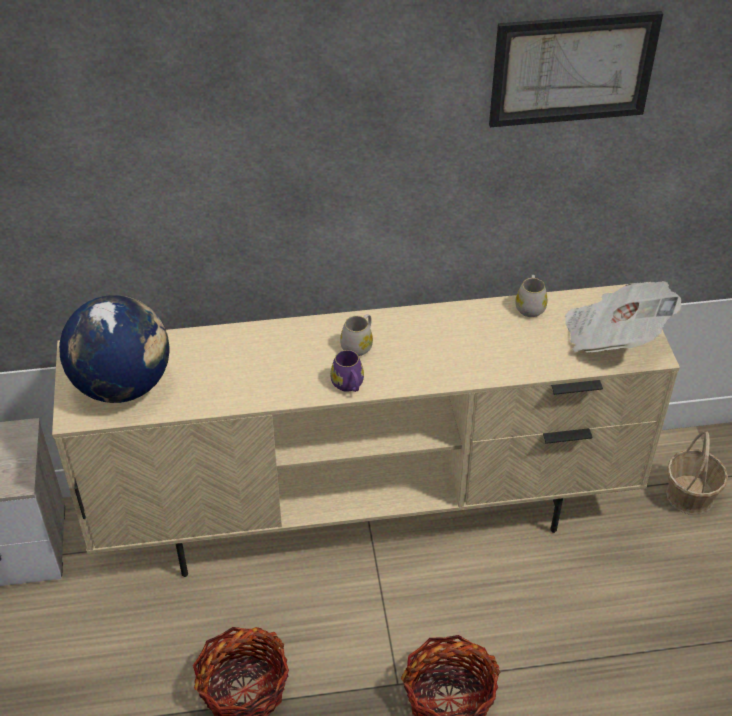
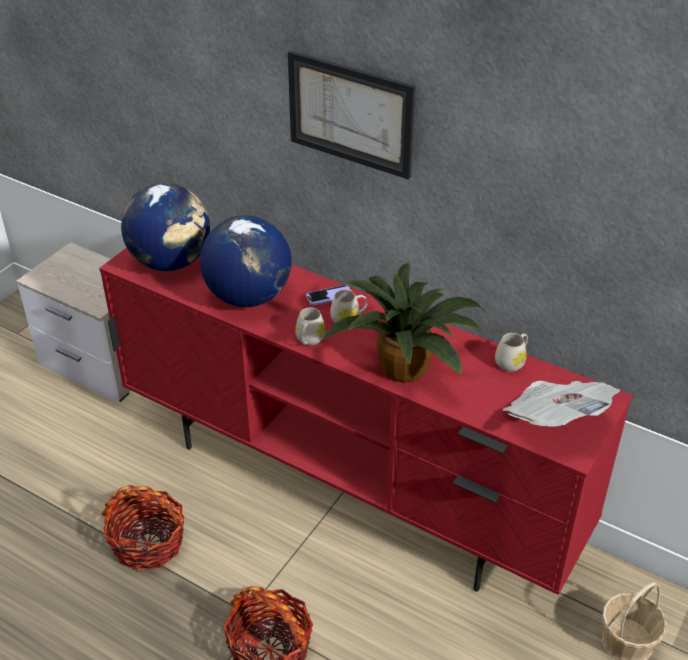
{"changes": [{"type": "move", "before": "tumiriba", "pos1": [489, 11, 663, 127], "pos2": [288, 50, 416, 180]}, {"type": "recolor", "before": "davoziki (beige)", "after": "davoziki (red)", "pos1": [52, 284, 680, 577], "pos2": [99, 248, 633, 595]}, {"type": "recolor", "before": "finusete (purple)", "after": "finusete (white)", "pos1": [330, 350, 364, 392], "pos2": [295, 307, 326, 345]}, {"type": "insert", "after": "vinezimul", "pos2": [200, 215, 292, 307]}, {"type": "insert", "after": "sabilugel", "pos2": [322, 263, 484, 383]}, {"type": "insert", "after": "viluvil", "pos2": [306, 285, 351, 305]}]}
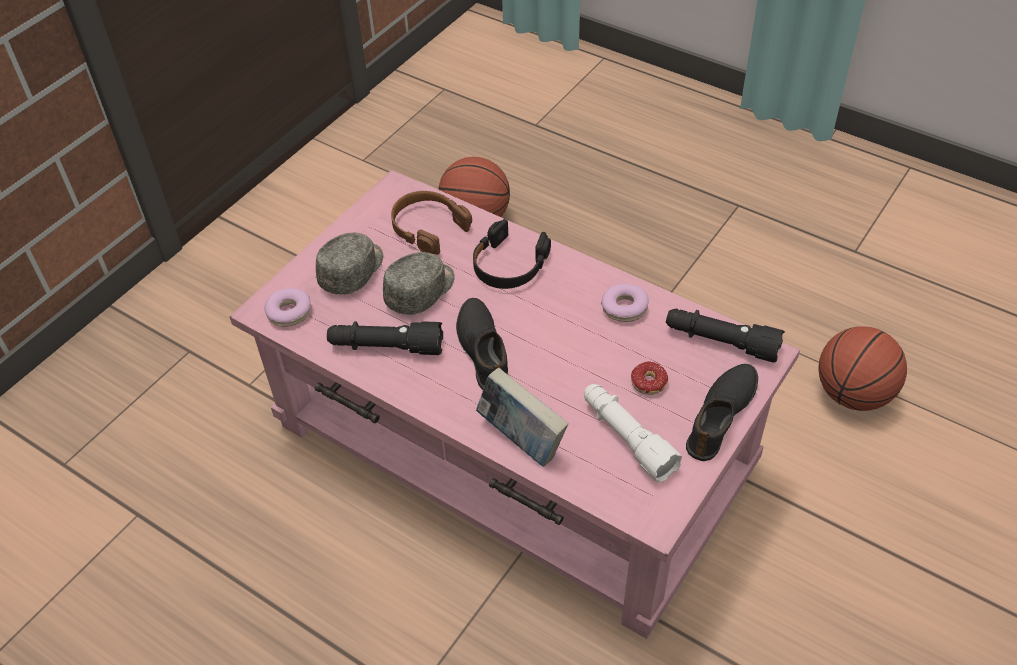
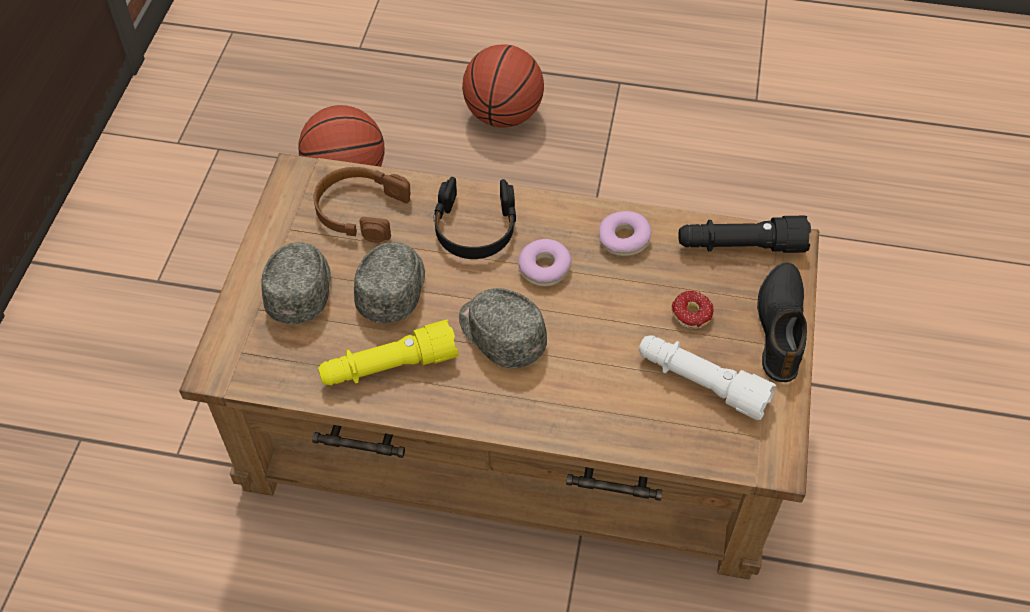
{"changes": [{"type": "recolor", "before": "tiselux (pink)", "after": "tiselux (brown)", "pos1": [230, 170, 800, 639], "pos2": [179, 153, 819, 579]}, {"type": "move", "before": "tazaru", "pos1": [264, 288, 311, 327], "pos2": [518, 239, 572, 287]}, {"type": "replace", "before": "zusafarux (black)", "after": "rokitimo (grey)", "pos1": [456, 298, 508, 390], "pos2": [459, 288, 547, 368]}, {"type": "recolor", "before": "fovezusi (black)", "after": "fovezusi (yellow)", "pos1": [327, 321, 443, 355], "pos2": [318, 320, 458, 385]}, {"type": "move", "before": "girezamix", "pos1": [818, 326, 907, 411], "pos2": [462, 45, 544, 128]}, {"type": "delete", "before": "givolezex", "pos1": [476, 367, 568, 467]}]}
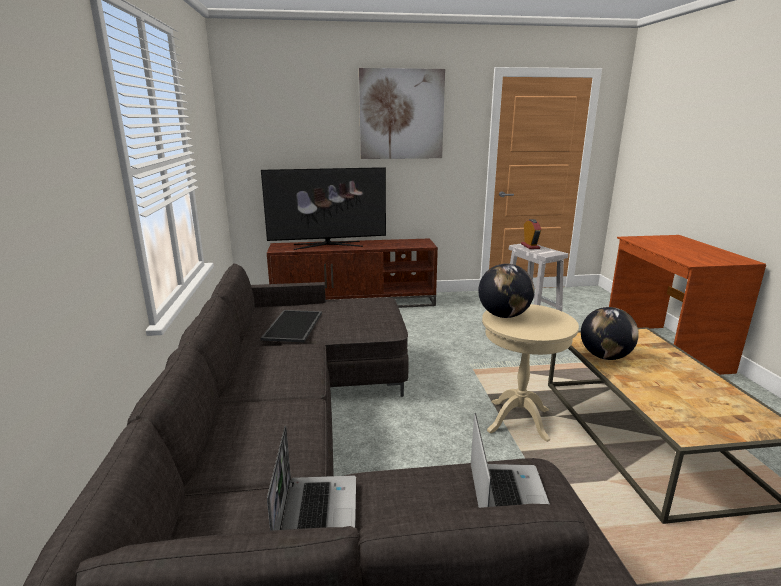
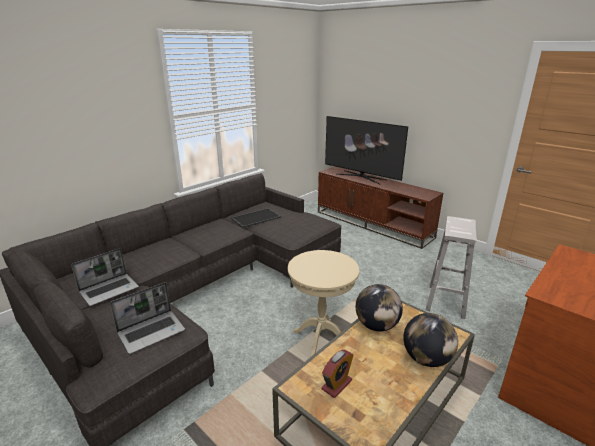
{"changes": [{"type": "delete", "before": "tumiriba", "pos1": [359, 68, 445, 159]}, {"type": "move", "before": "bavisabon", "pos1": [521, 219, 541, 249], "pos2": [321, 350, 353, 398]}, {"type": "move", "before": "vinezimul", "pos1": [478, 264, 534, 318], "pos2": [403, 313, 458, 367]}]}
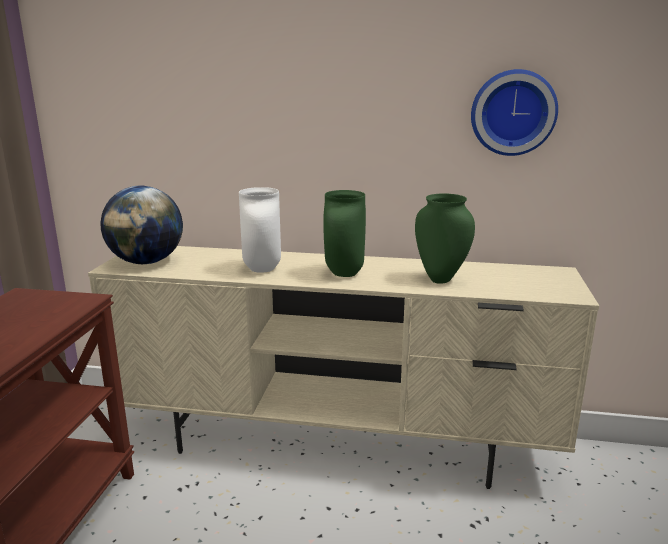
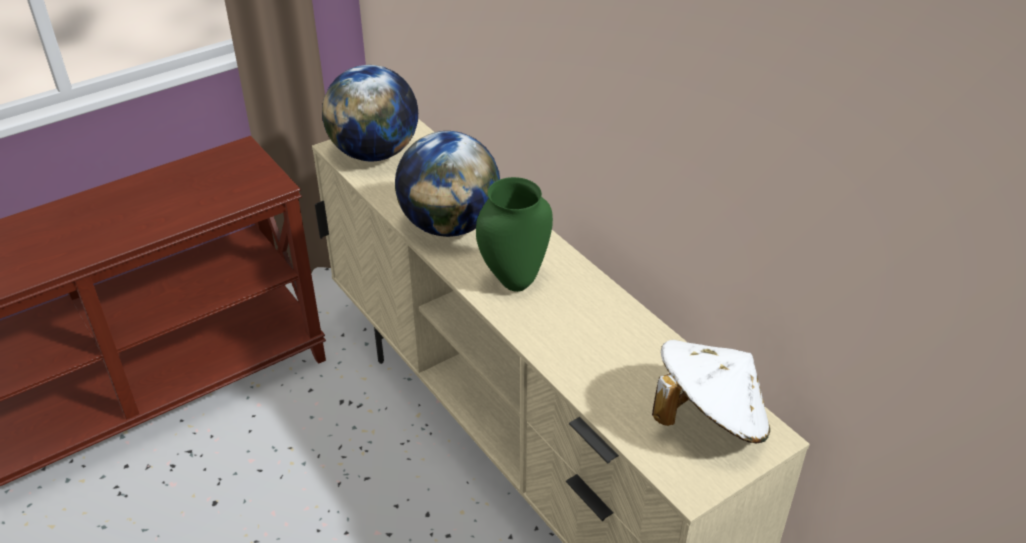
{"changes": [{"type": "delete", "before": "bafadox", "pos1": [471, 69, 558, 156]}, {"type": "replace", "before": "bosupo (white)", "after": "vinezimul", "pos1": [239, 187, 281, 273], "pos2": [395, 131, 500, 237]}, {"type": "delete", "before": "bosupo (green)", "pos1": [415, 193, 475, 284]}, {"type": "insert", "after": "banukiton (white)", "pos2": [652, 340, 770, 443]}]}
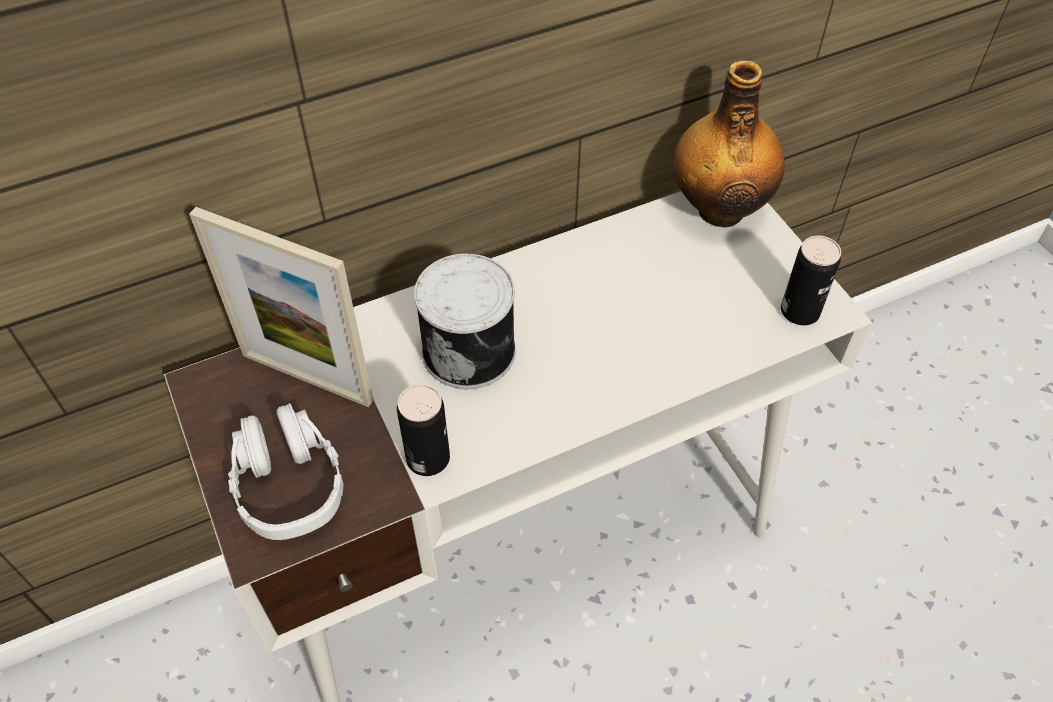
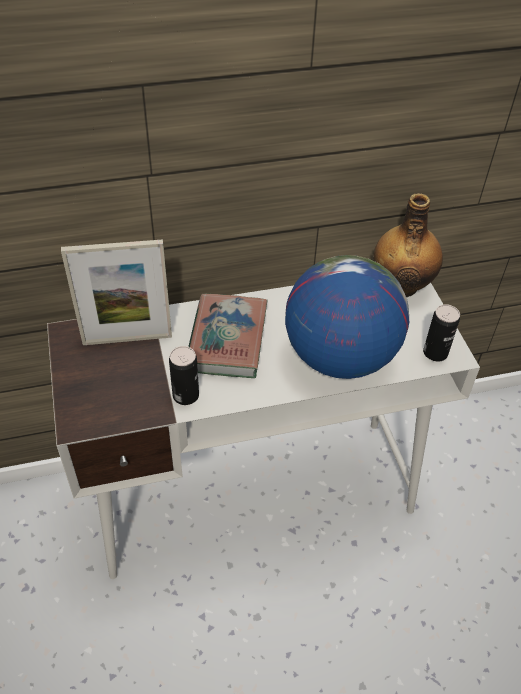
{"changes": [{"type": "rotate", "before": "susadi", "pos1": [189, 207, 373, 407], "pos2": [61, 239, 172, 345], "turn": -45}, {"type": "replace", "before": "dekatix", "after": "givolezex", "pos1": [414, 253, 516, 389], "pos2": [188, 294, 267, 378]}, {"type": "delete", "before": "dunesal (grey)", "pos1": [228, 403, 343, 540]}, {"type": "insert", "after": "vinezimul", "pos2": [285, 255, 409, 379]}]}
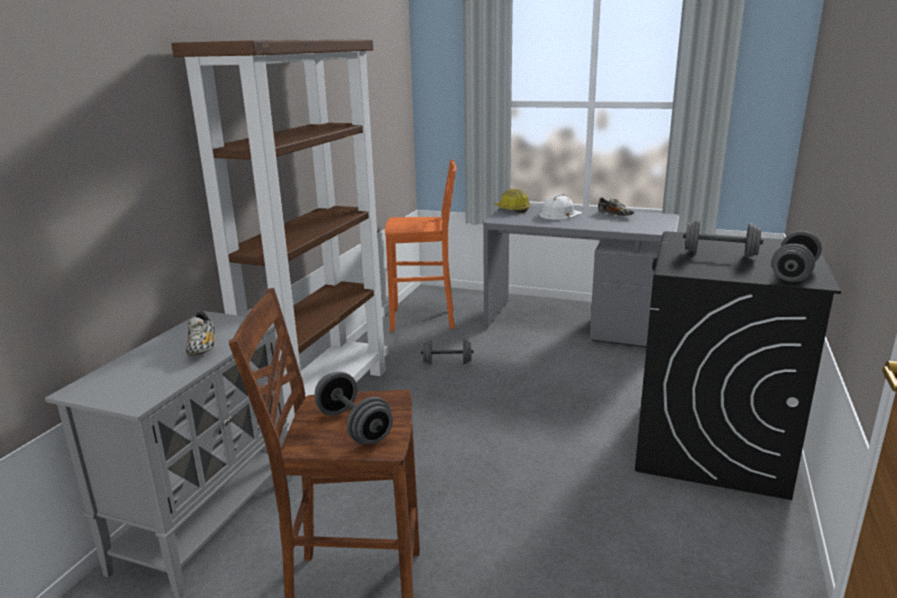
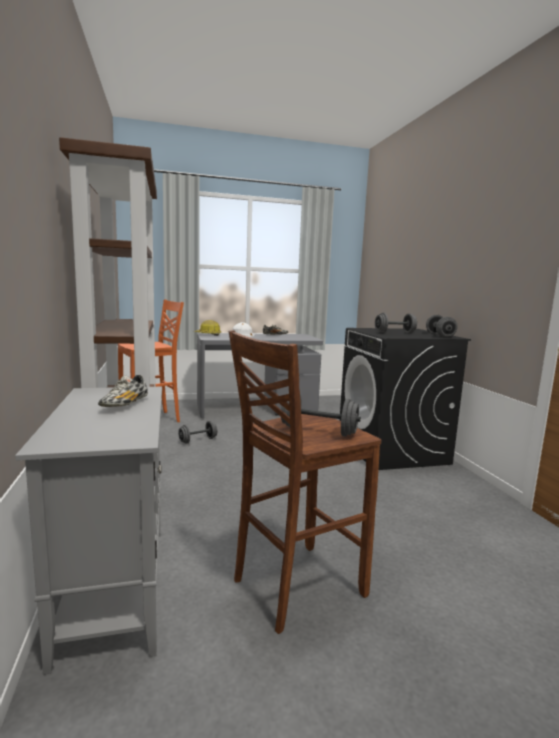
{"changes": [{"type": "rotate", "before": "zusafarux", "pos1": [186, 312, 215, 356], "pos2": [98, 375, 148, 407], "turn": 60}]}
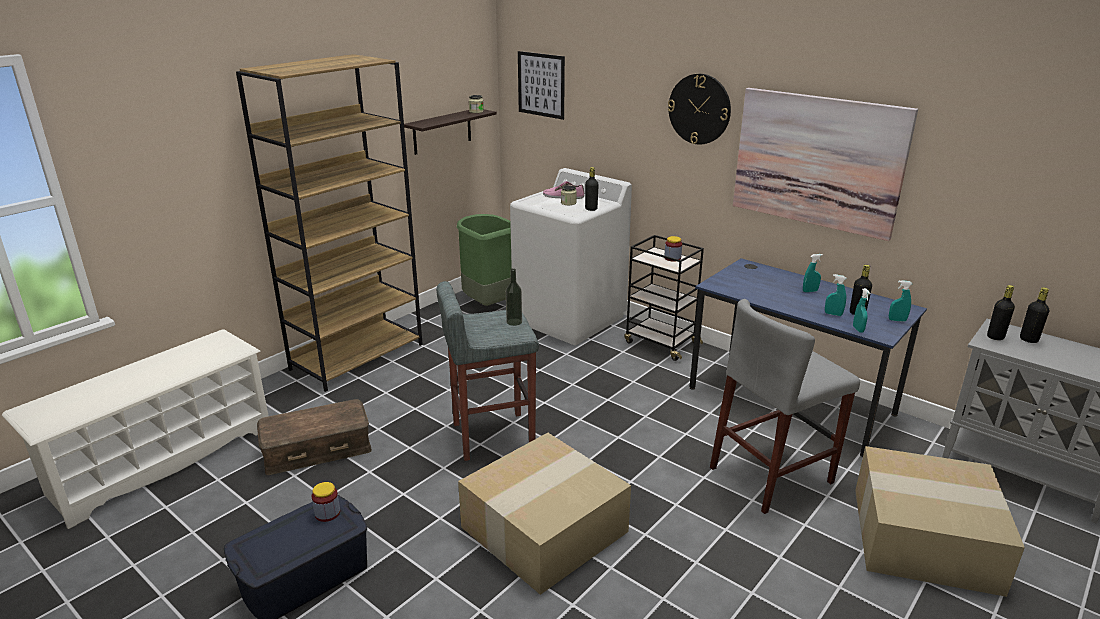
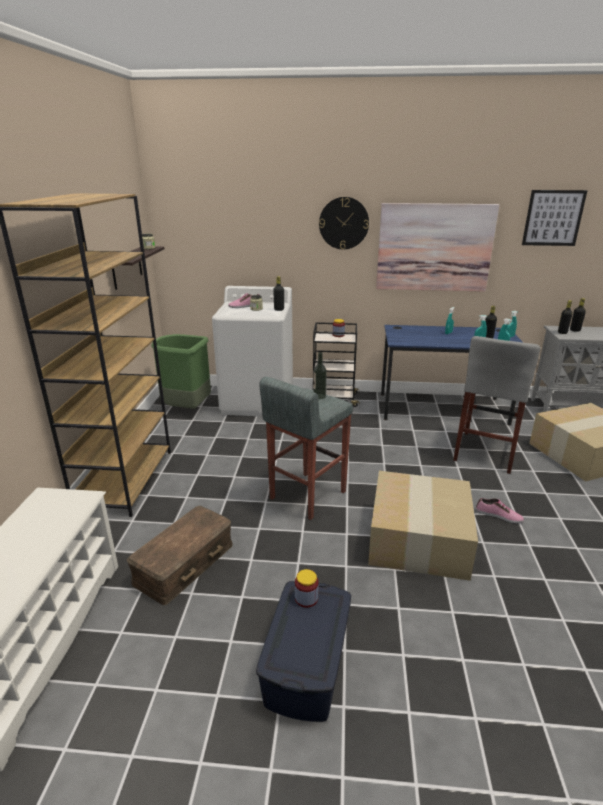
{"changes": [{"type": "move", "before": "tumiriba", "pos1": [518, 51, 565, 120], "pos2": [522, 190, 588, 246]}, {"type": "insert", "after": "zusafarux", "pos2": [476, 498, 524, 523]}]}
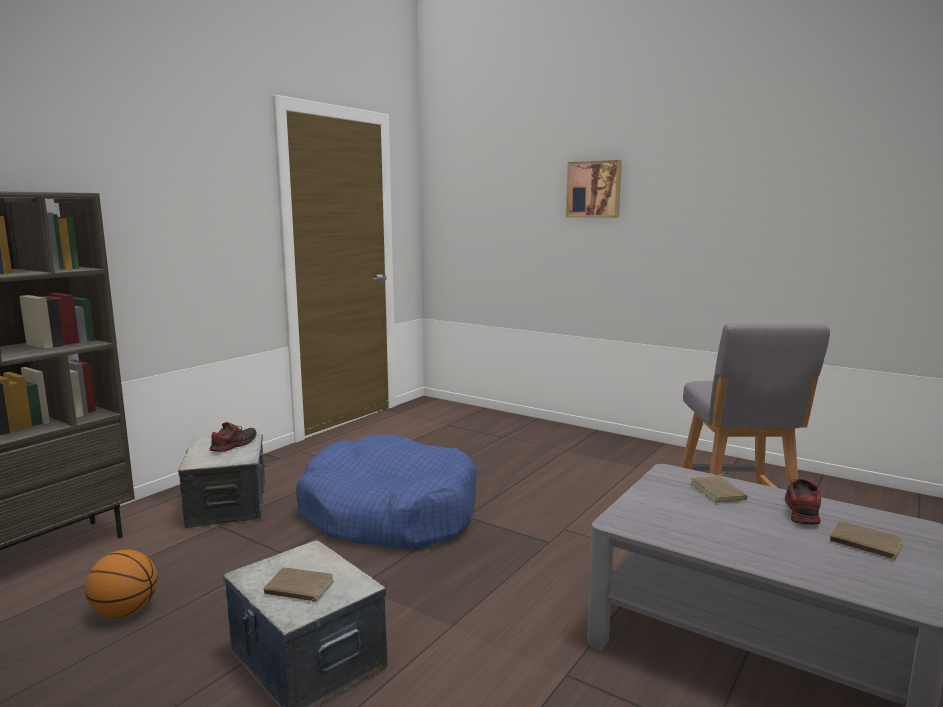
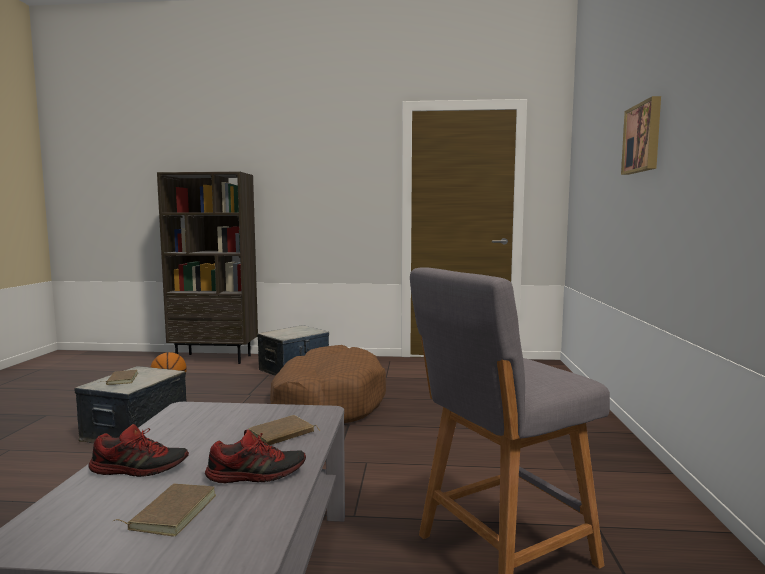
{"changes": [{"type": "move", "before": "zusafarux", "pos1": [210, 422, 257, 452], "pos2": [89, 424, 189, 477]}, {"type": "recolor", "before": "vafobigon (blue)", "after": "vafobigon (brown)", "pos1": [296, 435, 477, 550], "pos2": [270, 345, 386, 423]}]}
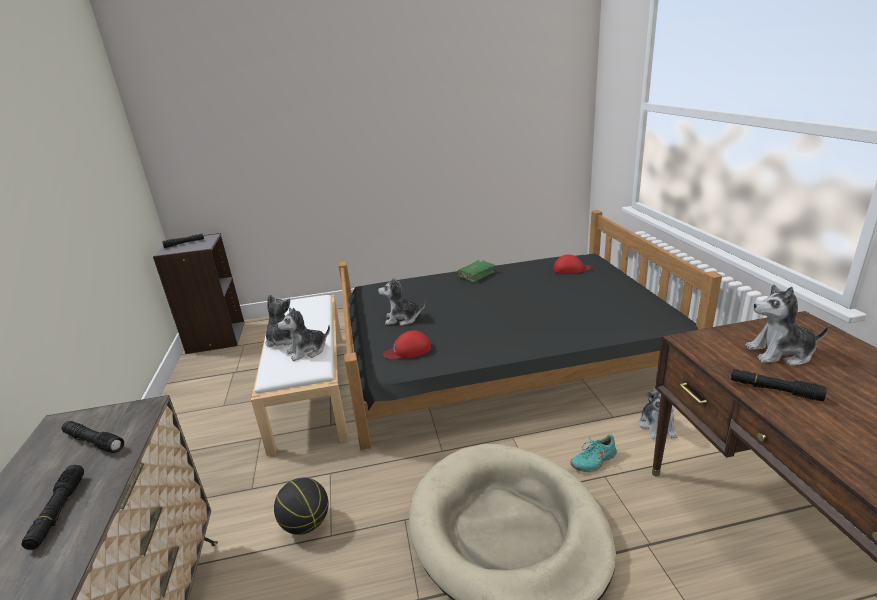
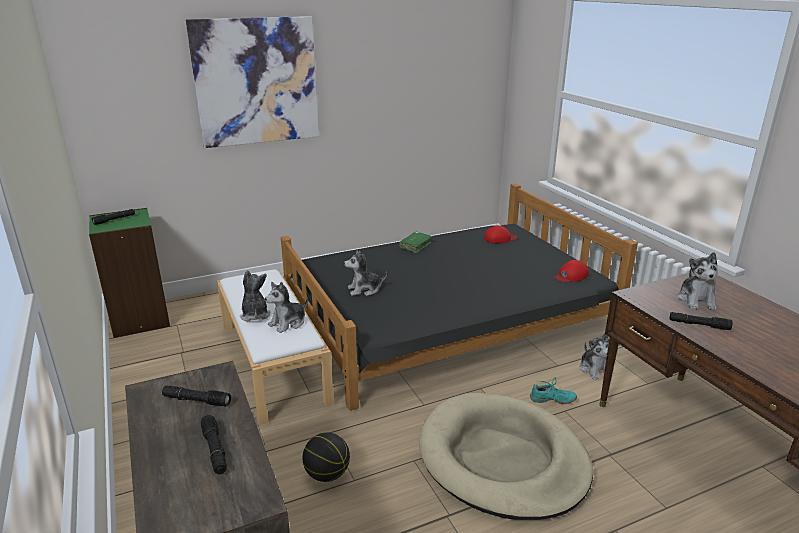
{"changes": [{"type": "recolor", "before": "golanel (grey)", "after": "golanel (green)", "pos1": [153, 233, 244, 354], "pos2": [89, 208, 170, 338]}, {"type": "rotate", "before": "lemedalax", "pos1": [745, 285, 829, 366], "pos2": [678, 252, 718, 310], "turn": -75}, {"type": "move", "before": "rokitimo (red)", "pos1": [383, 330, 431, 360], "pos2": [554, 260, 589, 283]}, {"type": "rotate", "before": "zusafarux (turquoise)", "pos1": [570, 434, 617, 472], "pos2": [530, 377, 577, 404], "turn": -135}, {"type": "insert", "after": "tumiriba", "pos2": [186, 16, 319, 148]}]}
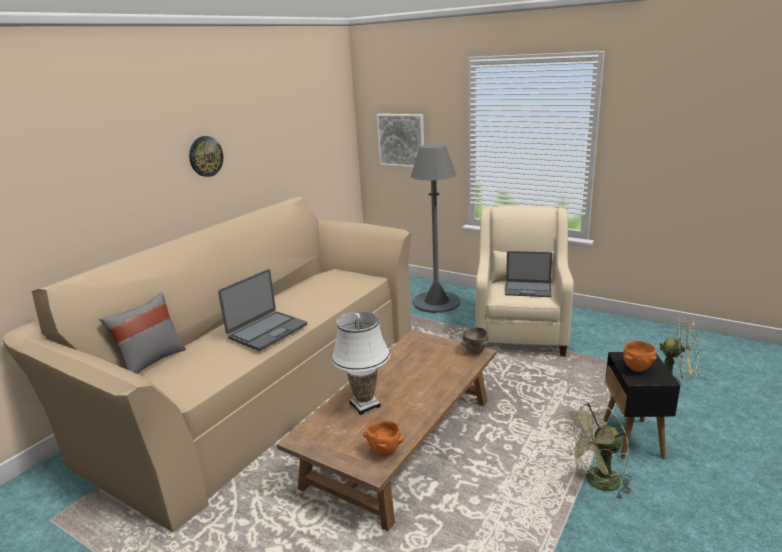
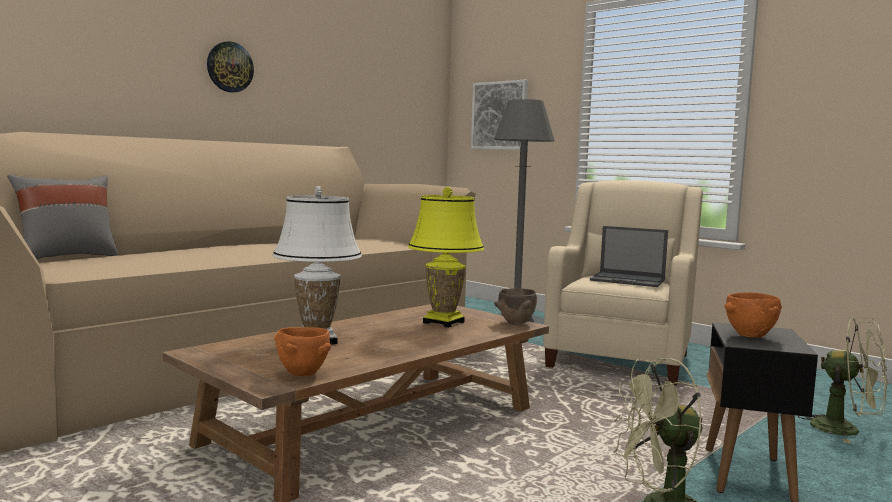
{"changes": [{"type": "delete", "before": "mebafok", "pos1": [218, 269, 307, 351]}, {"type": "insert", "after": "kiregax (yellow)", "pos2": [408, 187, 484, 328]}]}
